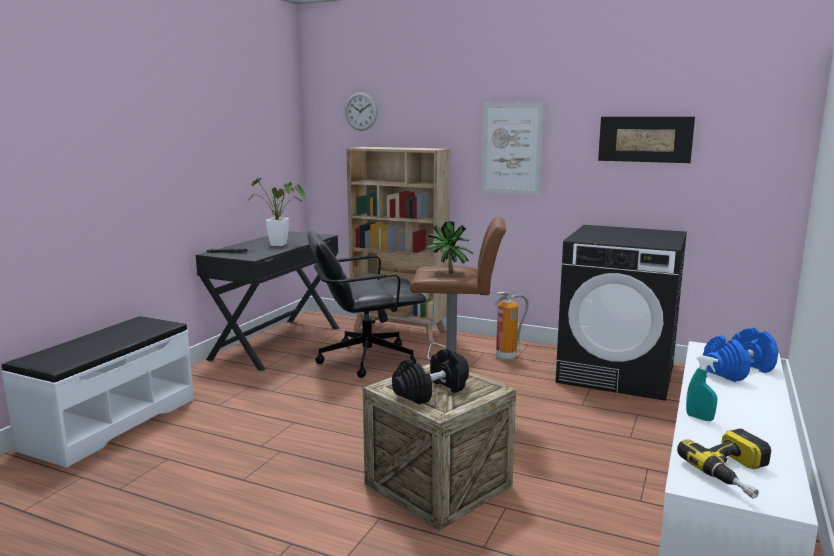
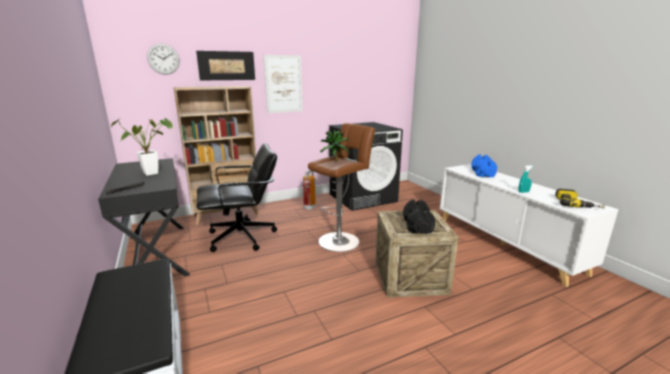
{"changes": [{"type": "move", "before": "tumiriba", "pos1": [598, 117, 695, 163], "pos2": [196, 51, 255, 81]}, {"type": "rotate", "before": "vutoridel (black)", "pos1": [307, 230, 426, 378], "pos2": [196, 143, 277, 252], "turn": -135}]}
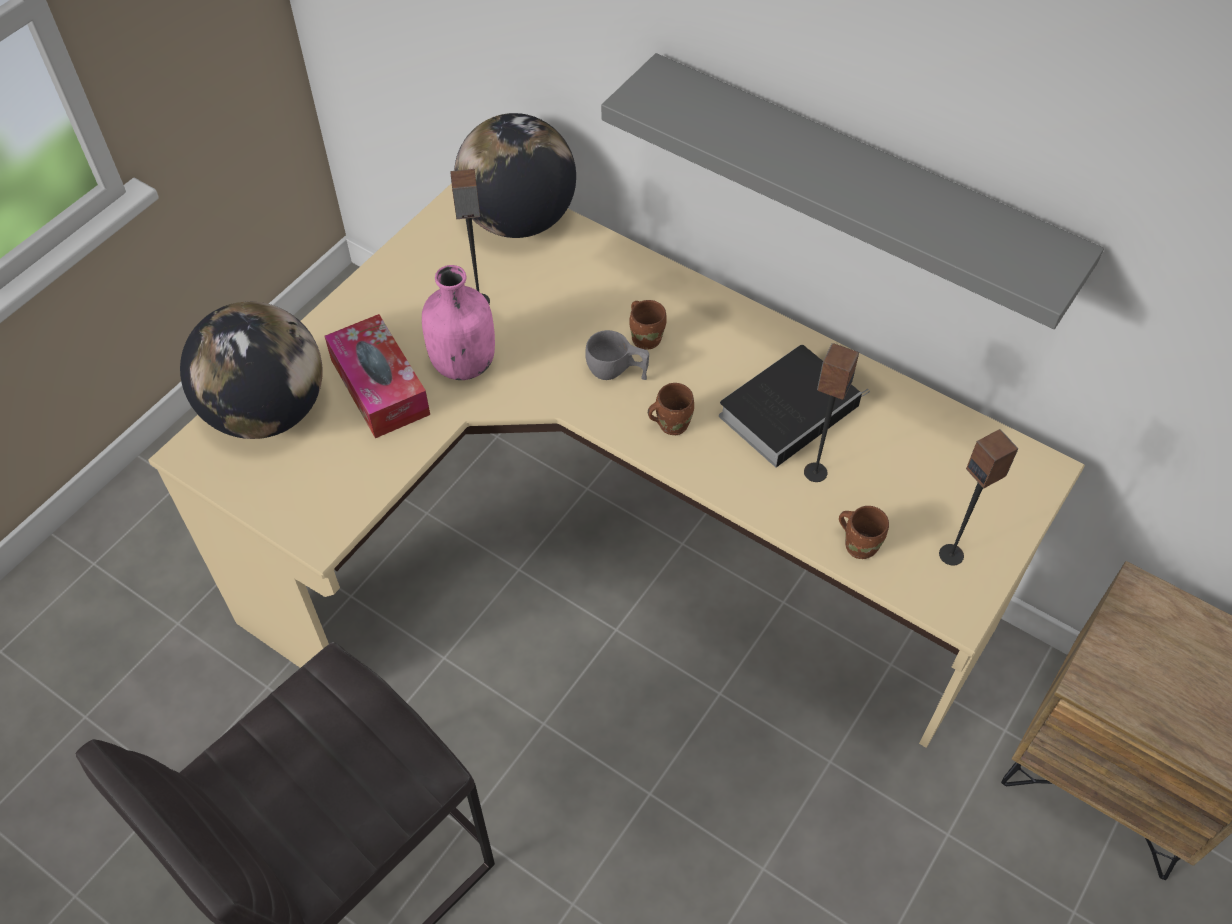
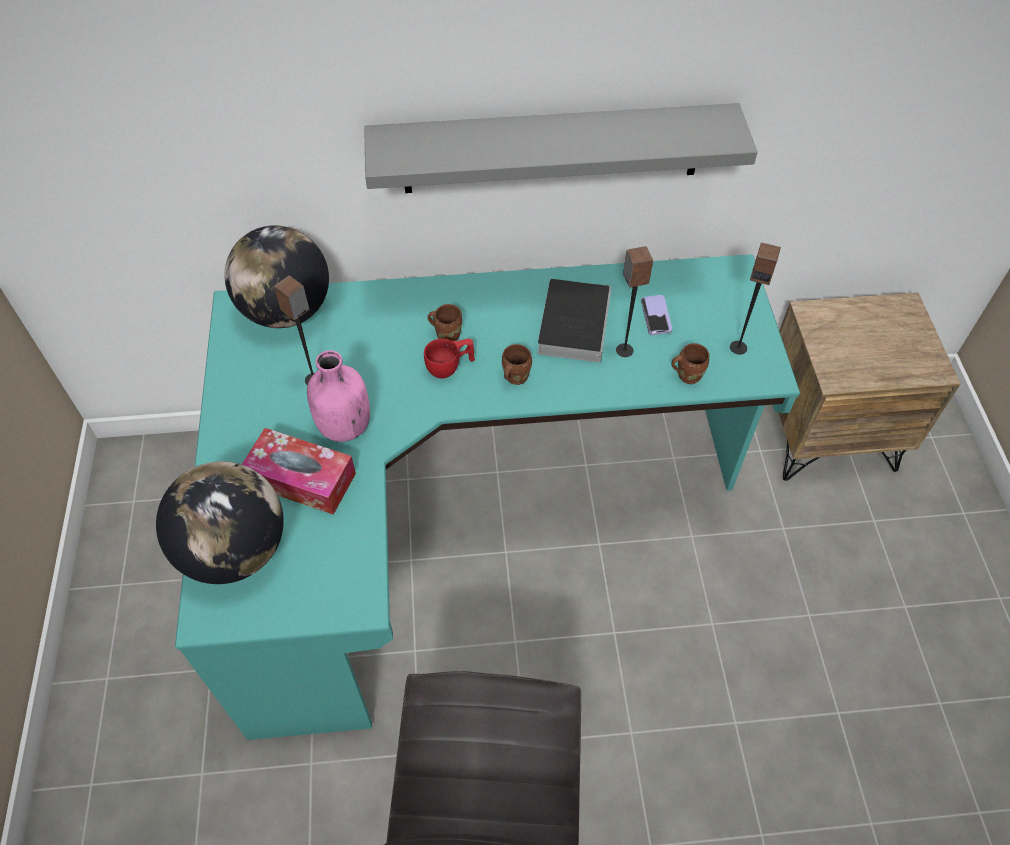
{"changes": [{"type": "recolor", "before": "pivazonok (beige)", "after": "pivazonok (turquoise)", "pos1": [149, 183, 1085, 748], "pos2": [175, 254, 800, 740]}, {"type": "recolor", "before": "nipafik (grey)", "after": "nipafik (red)", "pos1": [585, 330, 649, 380], "pos2": [424, 338, 475, 378]}, {"type": "insert", "after": "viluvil", "pos2": [641, 295, 672, 335]}]}
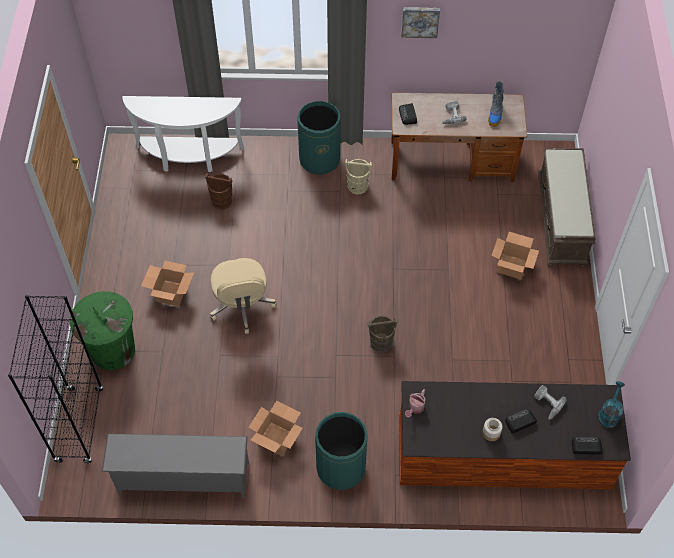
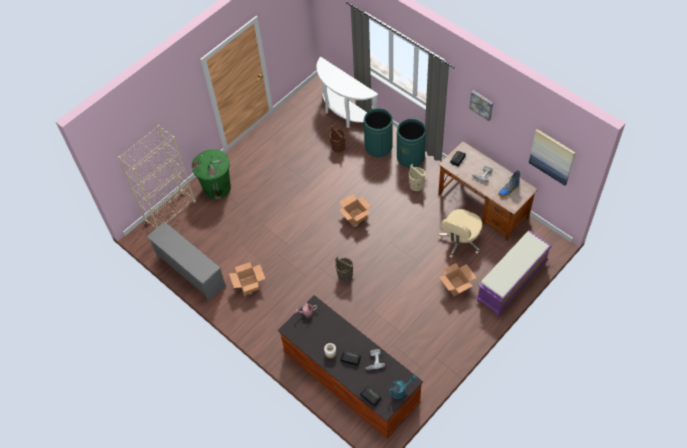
{"changes": [{"type": "recolor", "before": "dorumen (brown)", "after": "dorumen (purple)", "pos1": [538, 148, 596, 268], "pos2": [476, 230, 552, 316]}, {"type": "move", "before": "vutoridel (beige)", "pos1": [210, 258, 276, 334], "pos2": [438, 209, 482, 258]}, {"type": "move", "before": "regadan", "pos1": [141, 261, 194, 306], "pos2": [339, 194, 371, 226]}, {"type": "recolor", "before": "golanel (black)", "after": "golanel (beige)", "pos1": [8, 295, 103, 463], "pos2": [118, 125, 196, 228]}, {"type": "move", "before": "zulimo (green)", "pos1": [315, 412, 368, 490], "pos2": [364, 108, 393, 157]}, {"type": "insert", "after": "tumiriba", "pos2": [529, 129, 575, 186]}]}
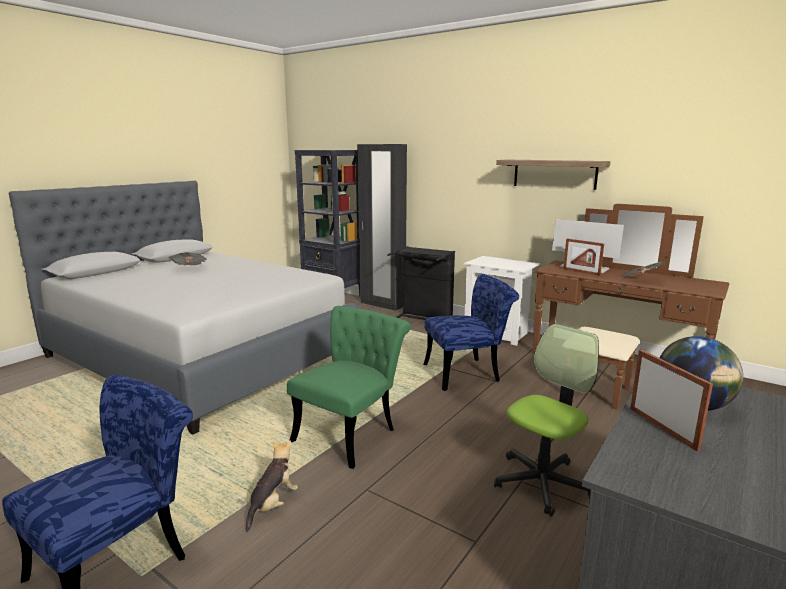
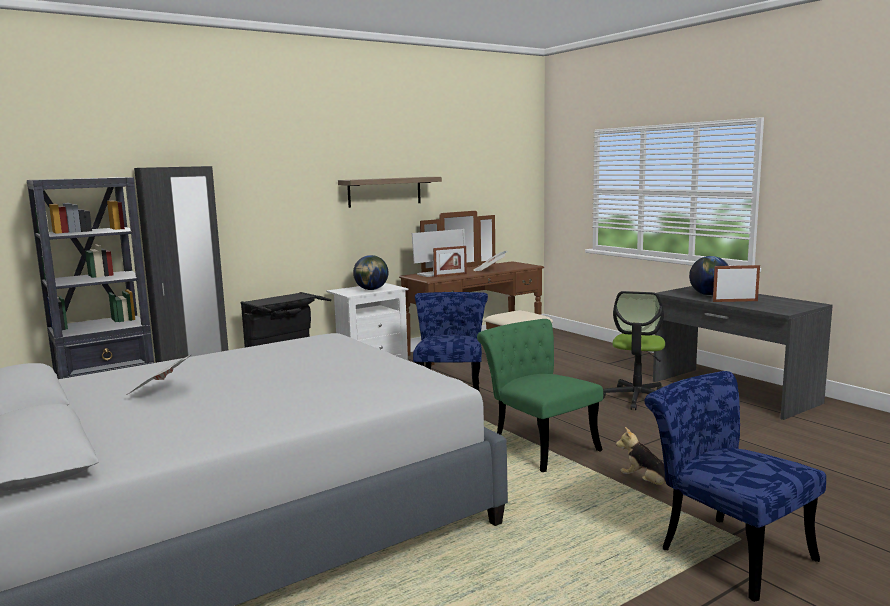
{"changes": [{"type": "rotate", "before": "vutoridel", "pos1": [494, 324, 599, 517], "pos2": [603, 291, 665, 410], "turn": -135}, {"type": "insert", "after": "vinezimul", "pos2": [353, 255, 388, 290]}]}
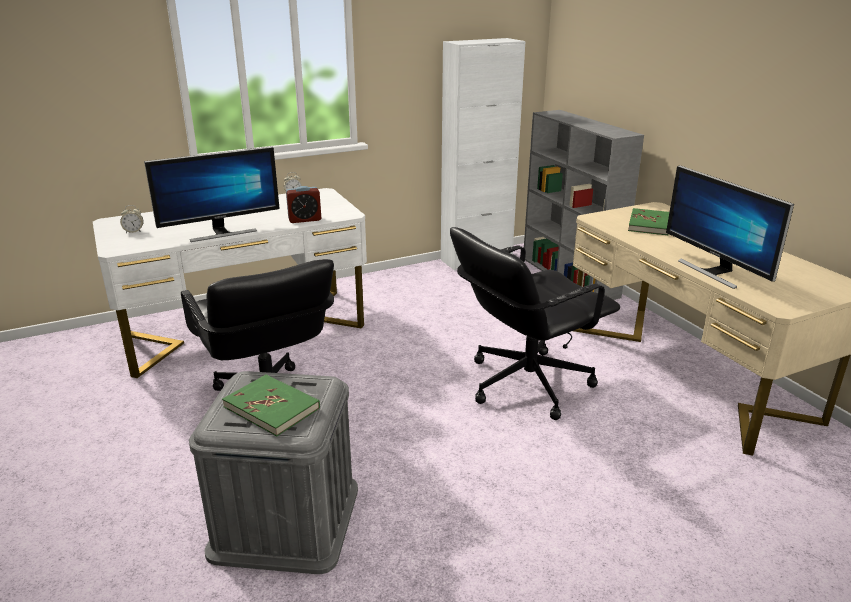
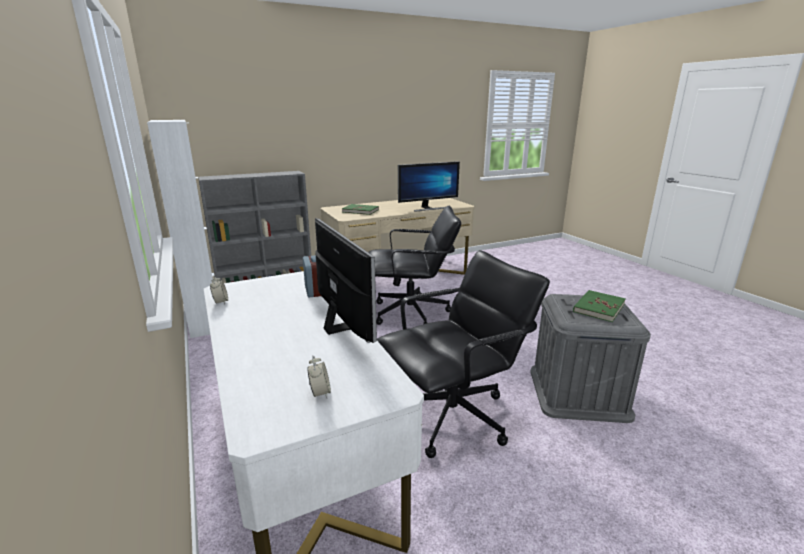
{"changes": [{"type": "rotate", "before": "vutoridel (black)", "pos1": [450, 227, 620, 420], "pos2": [368, 206, 461, 325], "turn": -60}]}
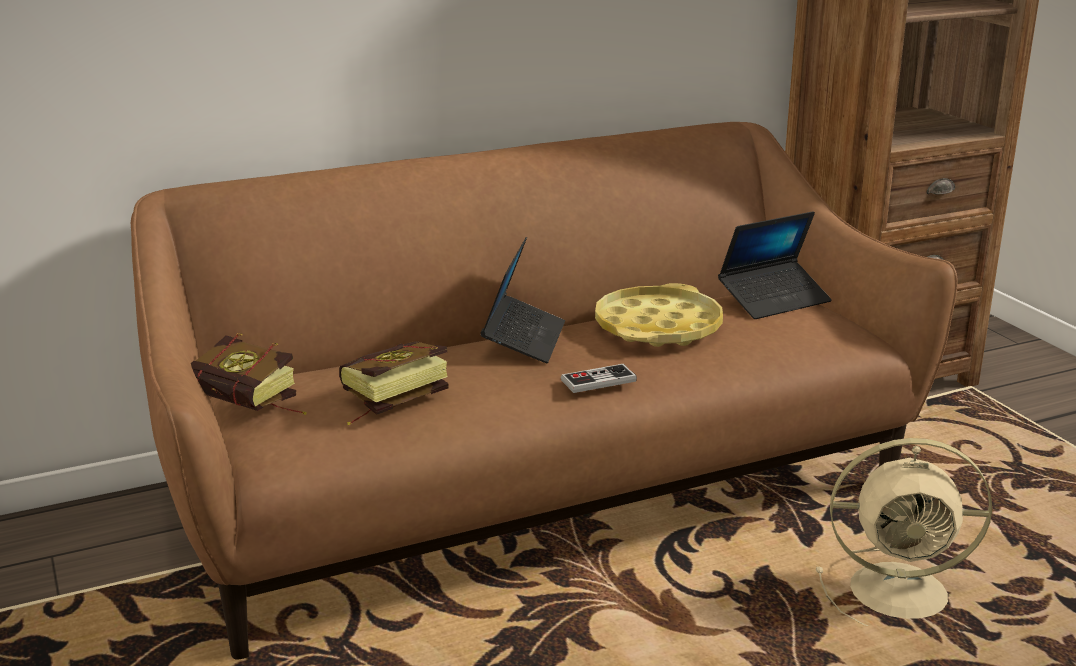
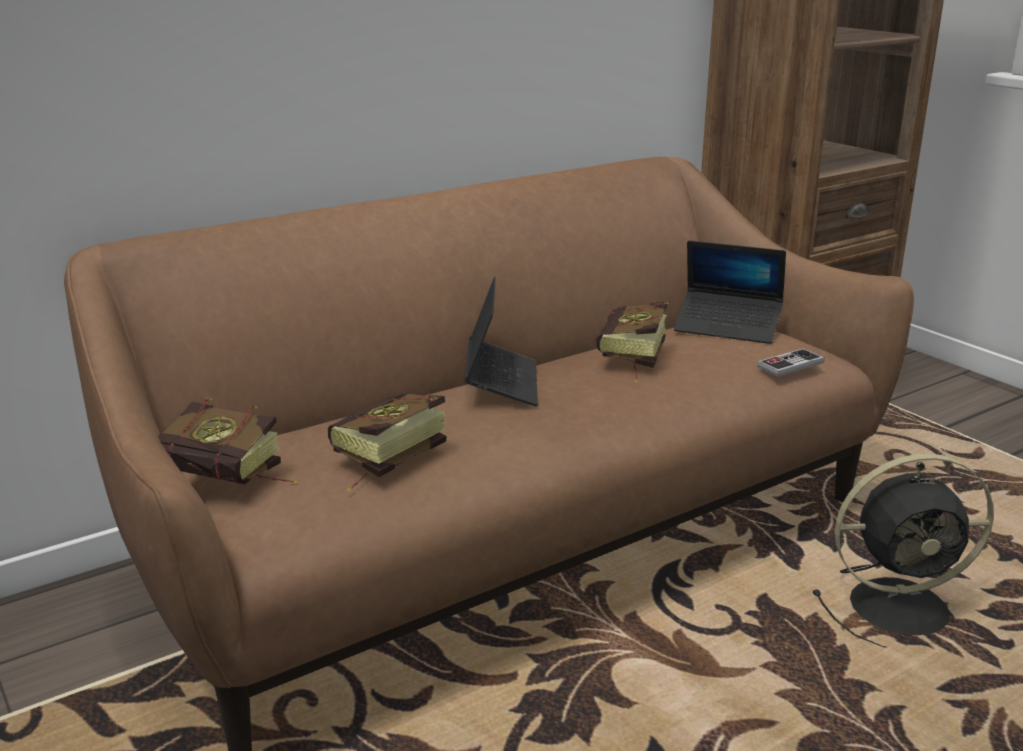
{"changes": [{"type": "rotate", "before": "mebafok", "pos1": [718, 211, 832, 319], "pos2": [674, 240, 786, 344], "turn": 60}, {"type": "replace", "before": "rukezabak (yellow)", "after": "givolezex", "pos1": [595, 283, 723, 347], "pos2": [596, 301, 669, 382]}, {"type": "move", "before": "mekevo", "pos1": [561, 364, 637, 393], "pos2": [757, 348, 824, 377]}, {"type": "recolor", "before": "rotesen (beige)", "after": "rotesen (black)", "pos1": [816, 438, 992, 626], "pos2": [812, 454, 994, 648]}]}
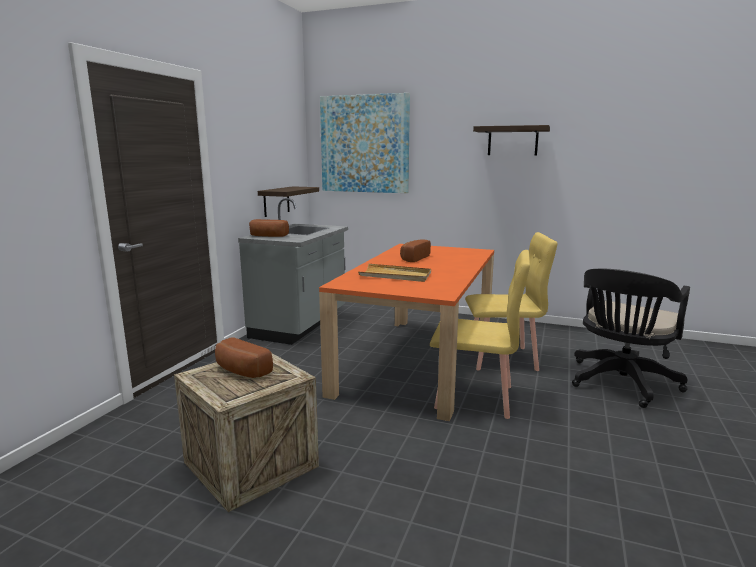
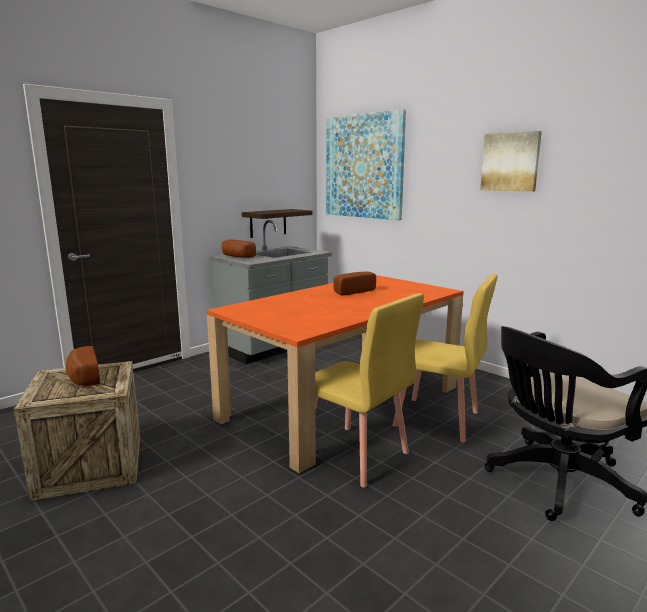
{"changes": [{"type": "replace", "before": "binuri", "after": "tumiriba", "pos1": [473, 125, 550, 155], "pos2": [480, 131, 542, 192]}, {"type": "delete", "before": "rukezabak (beige)", "pos1": [358, 264, 431, 282]}]}
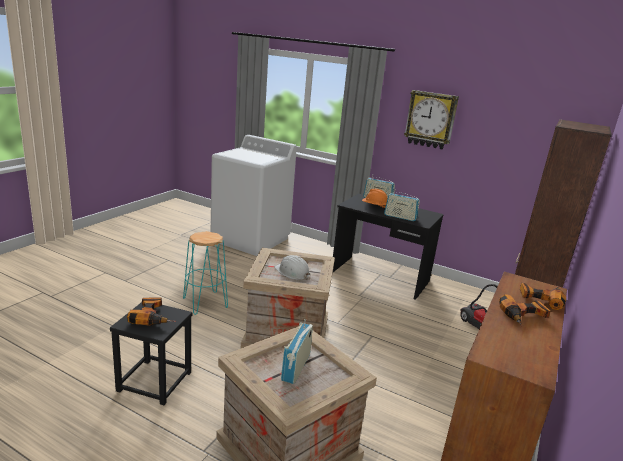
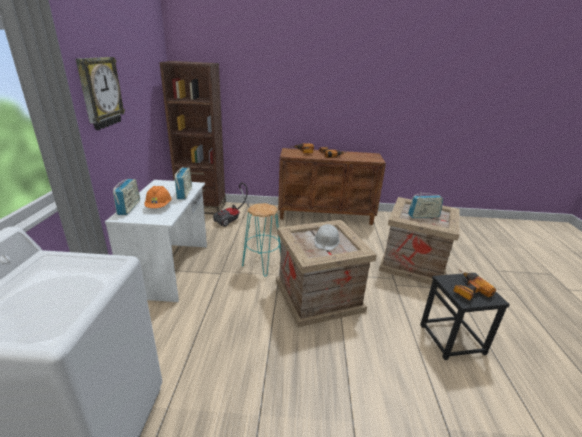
{"changes": [{"type": "recolor", "before": "pivazonok (black)", "after": "pivazonok (white)", "pos1": [333, 193, 444, 300], "pos2": [105, 180, 207, 302]}, {"type": "move", "before": "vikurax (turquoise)", "pos1": [183, 231, 228, 315], "pos2": [242, 203, 281, 276]}]}
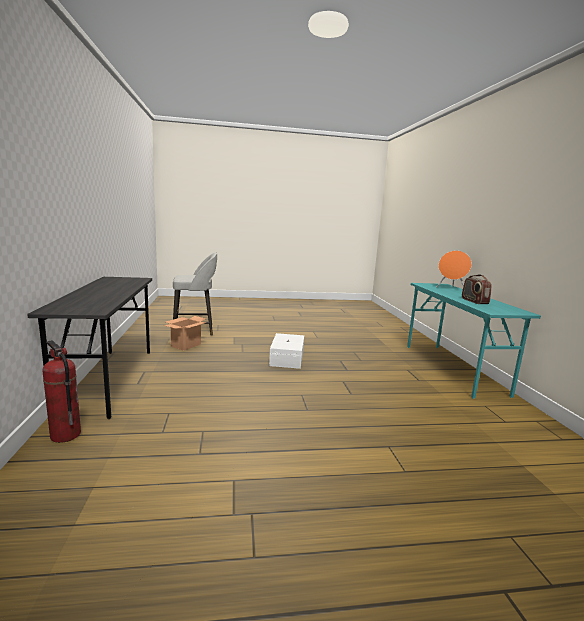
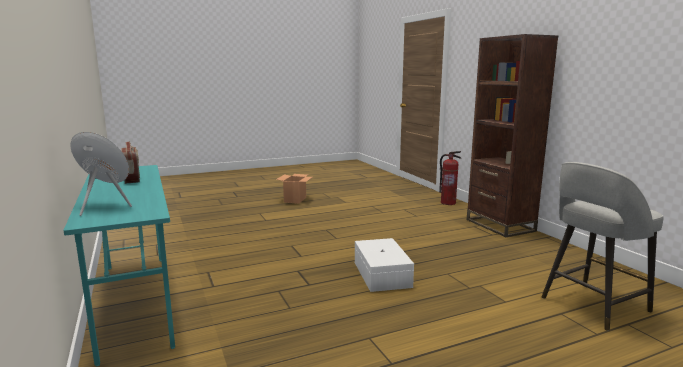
{"changes": [{"type": "replace", "before": "pivazonok (grey)", "after": "golanel (brown)", "pos1": [27, 277, 152, 419], "pos2": [467, 34, 558, 237]}, {"type": "move", "before": "regadan", "pos1": [164, 316, 207, 351], "pos2": [276, 174, 312, 204]}]}
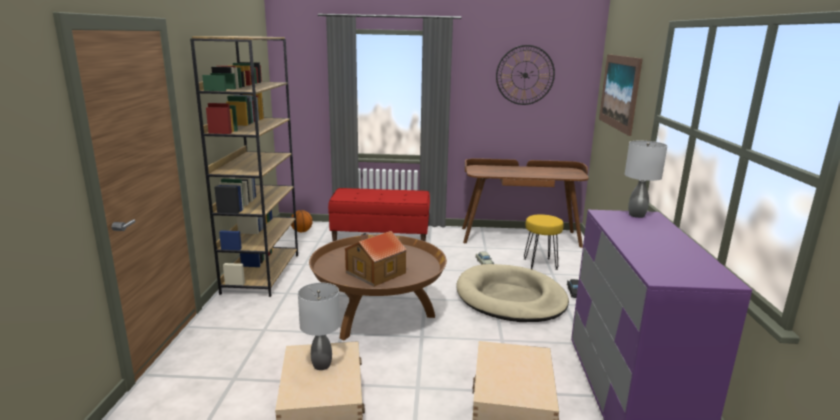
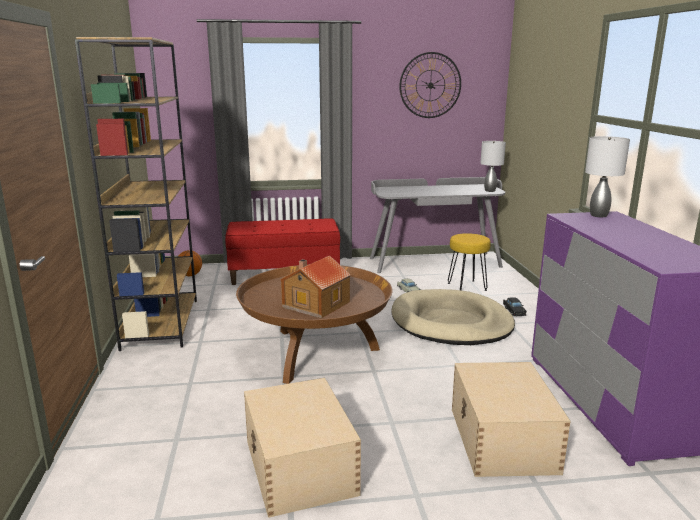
{"changes": [{"type": "delete", "before": "tumiriba", "pos1": [599, 54, 643, 136]}, {"type": "recolor", "before": "pivazonok (brown)", "after": "pivazonok (grey)", "pos1": [462, 158, 589, 248], "pos2": [370, 177, 505, 273]}, {"type": "move", "before": "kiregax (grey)", "pos1": [298, 283, 340, 370], "pos2": [480, 141, 506, 192]}]}
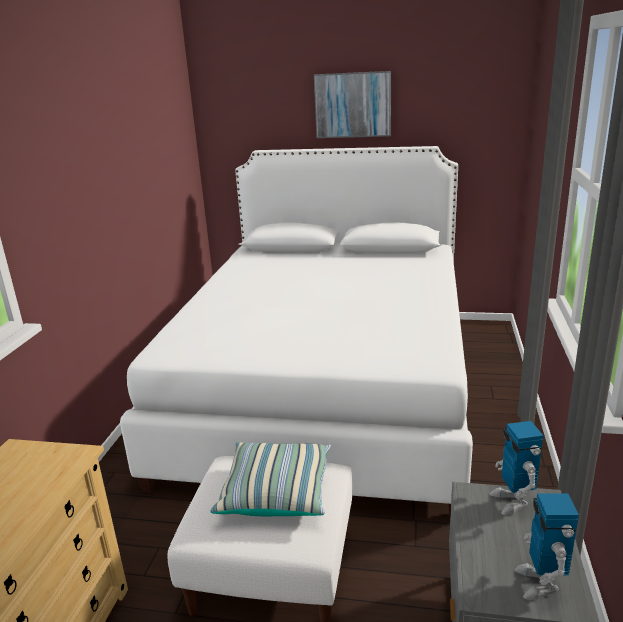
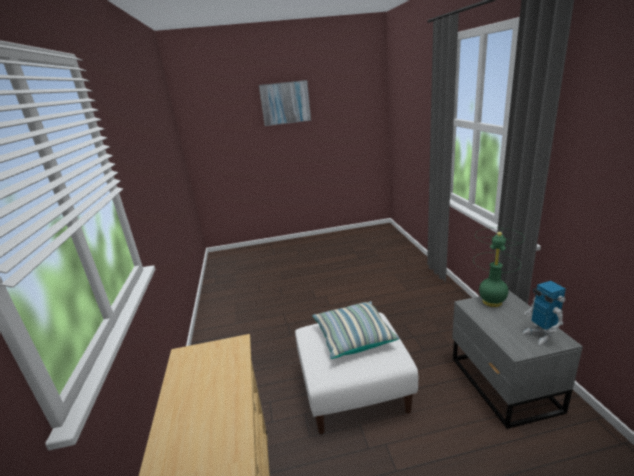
{"changes": [{"type": "delete", "before": "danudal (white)", "pos1": [120, 146, 473, 518]}, {"type": "replace", "before": "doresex", "after": "kiregax (green)", "pos1": [489, 421, 544, 515], "pos2": [473, 228, 525, 307]}]}
